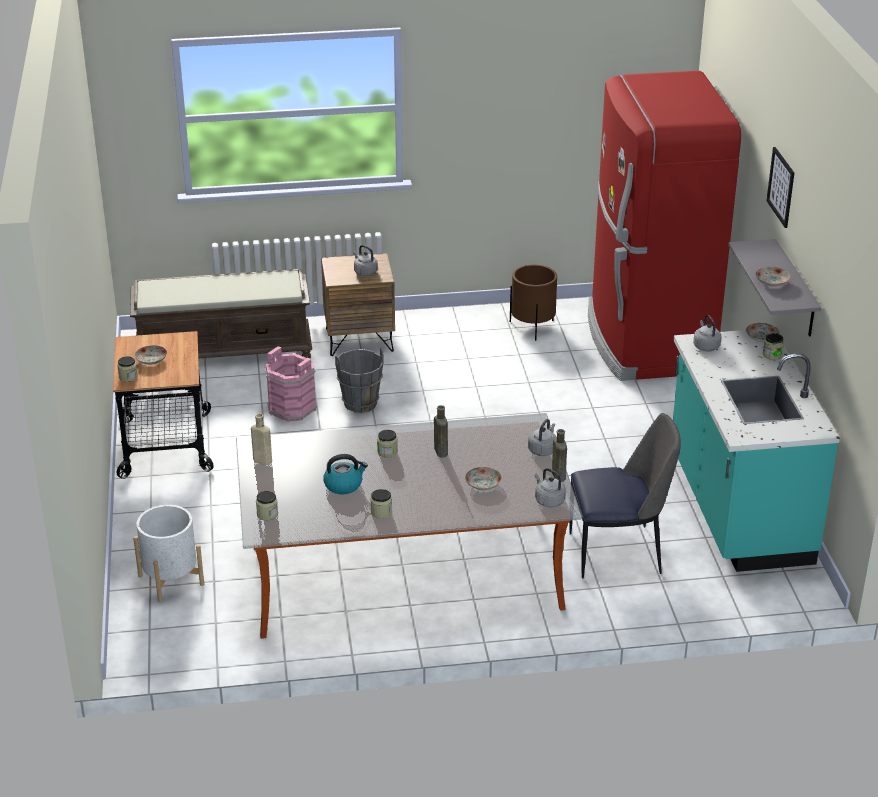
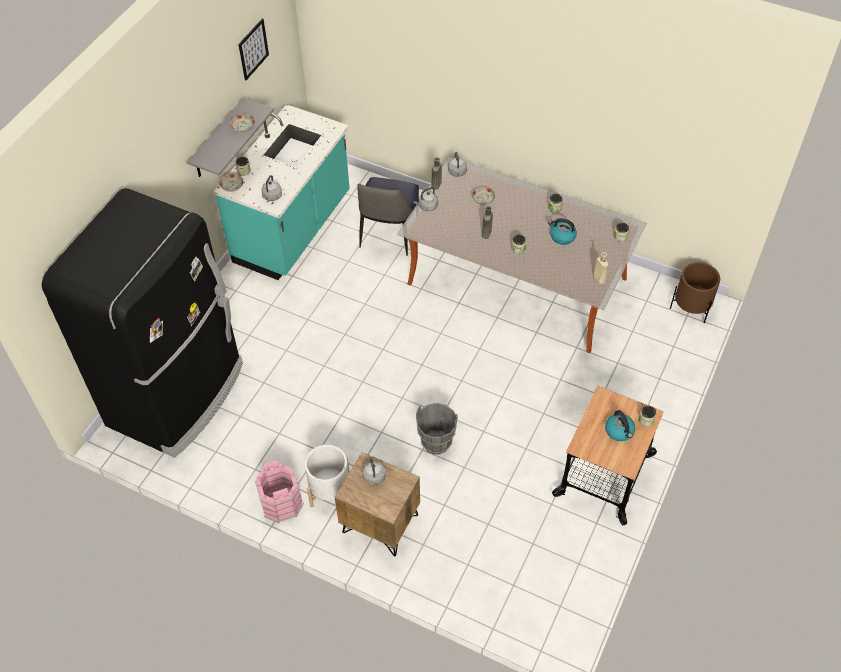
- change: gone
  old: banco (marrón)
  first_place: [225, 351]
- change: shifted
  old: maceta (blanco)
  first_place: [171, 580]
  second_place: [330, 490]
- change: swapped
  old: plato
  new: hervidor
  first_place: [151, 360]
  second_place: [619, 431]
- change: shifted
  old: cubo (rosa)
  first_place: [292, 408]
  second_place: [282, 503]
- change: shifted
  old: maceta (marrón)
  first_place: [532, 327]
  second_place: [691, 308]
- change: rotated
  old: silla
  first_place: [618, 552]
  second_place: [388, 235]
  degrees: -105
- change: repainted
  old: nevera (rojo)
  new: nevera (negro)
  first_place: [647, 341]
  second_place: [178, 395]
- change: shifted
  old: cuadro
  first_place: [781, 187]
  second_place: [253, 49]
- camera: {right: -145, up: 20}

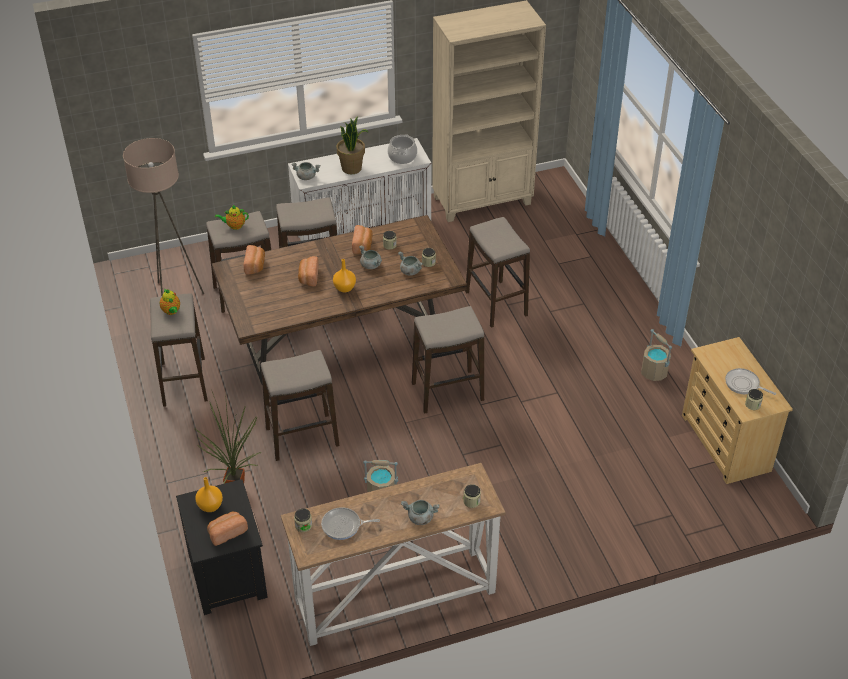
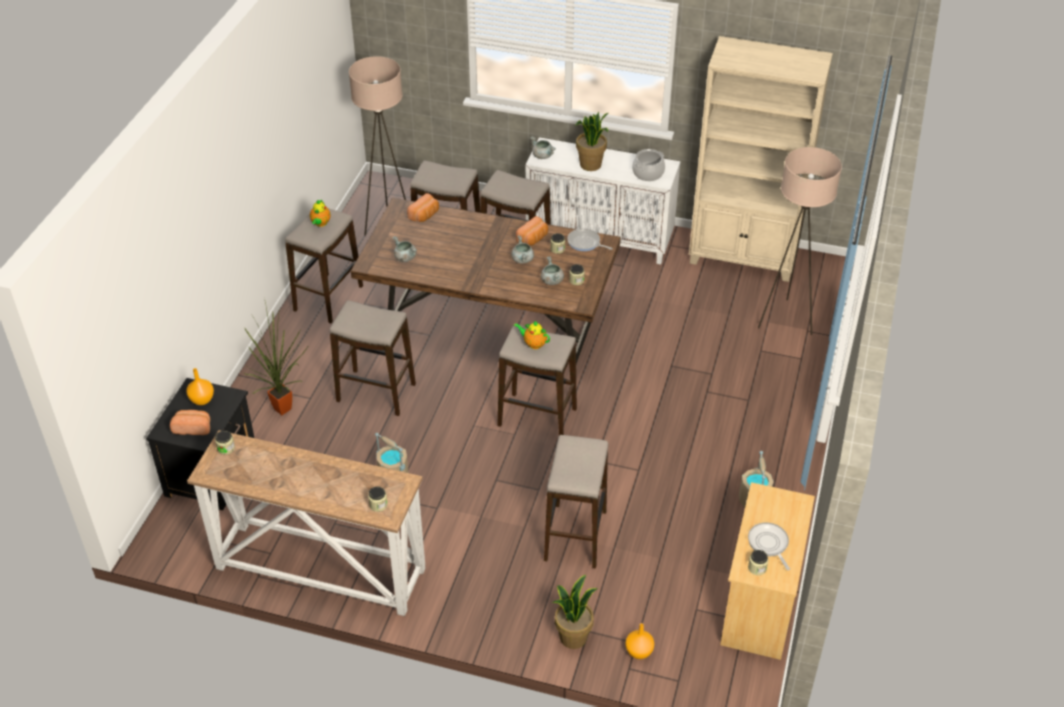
- change: shifted
  old: tetera
  first_place: [234, 226]
  second_place: [533, 344]
- change: gone
  old: pan
  first_place: [308, 277]
- change: shifted
  old: sartén
  first_place: [343, 526]
  second_place: [585, 243]
- change: shifted
  old: florero (naranja)
  first_place: [345, 288]
  second_place: [639, 651]
- change: shifted
  old: olla (gris)
  first_place: [420, 518]
  second_place: [405, 257]
- change: shifted
  old: taburete
  first_place: [496, 304]
  second_place: [575, 535]
- change: new
  new: planta en maceta
  second_place: [573, 637]
- change: new
  new: lámpara de pie (beis)
  second_place: [785, 320]
- camera: {right: 35, up: 0}

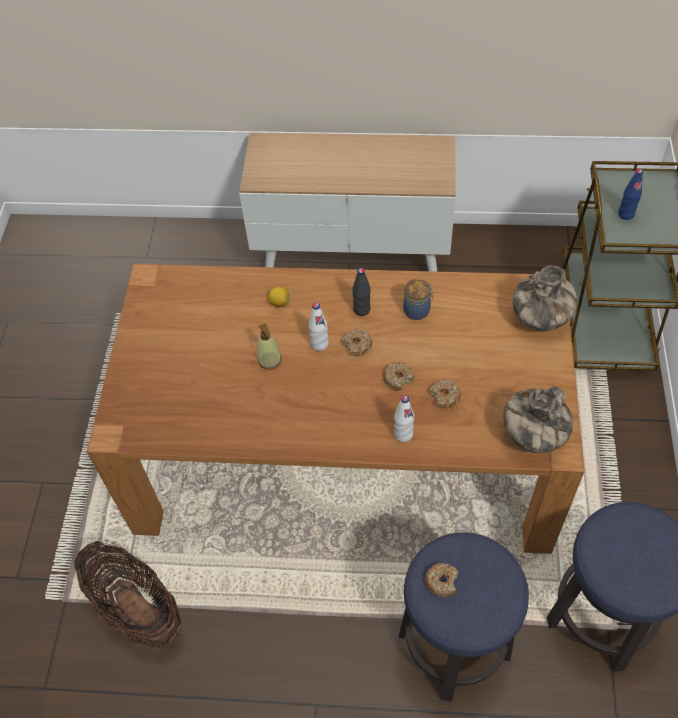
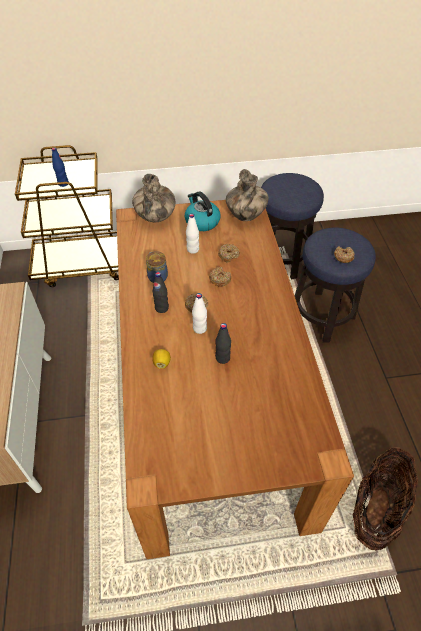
- change: swapped
  old: dispensador de jabón
  new: botella (negro)
  first_place: [270, 360]
  second_place: [222, 358]
- change: shifted
  old: botella (blanco)
  first_place: [403, 434]
  second_place: [193, 249]
- change: new
  new: hervidor
  second_place: [201, 221]
- camera: {right: -105, up: -5}

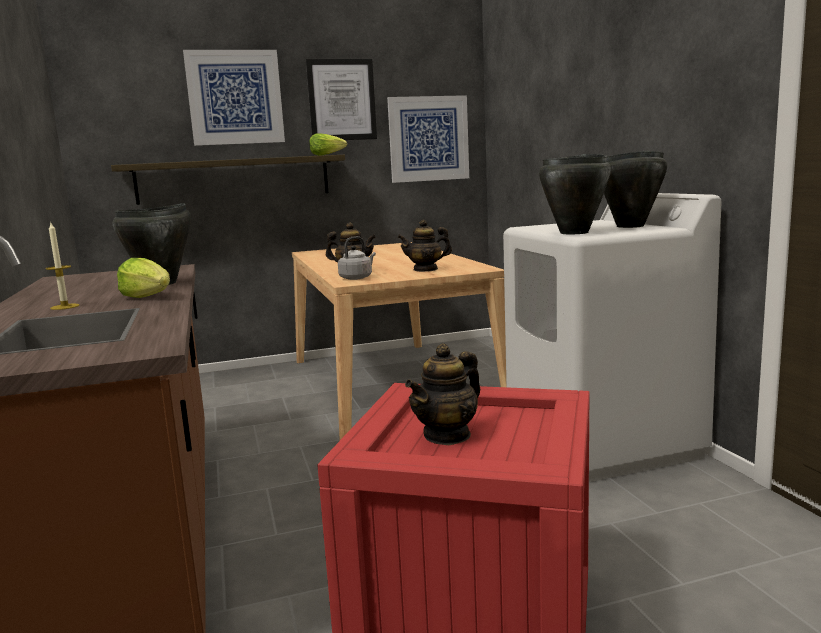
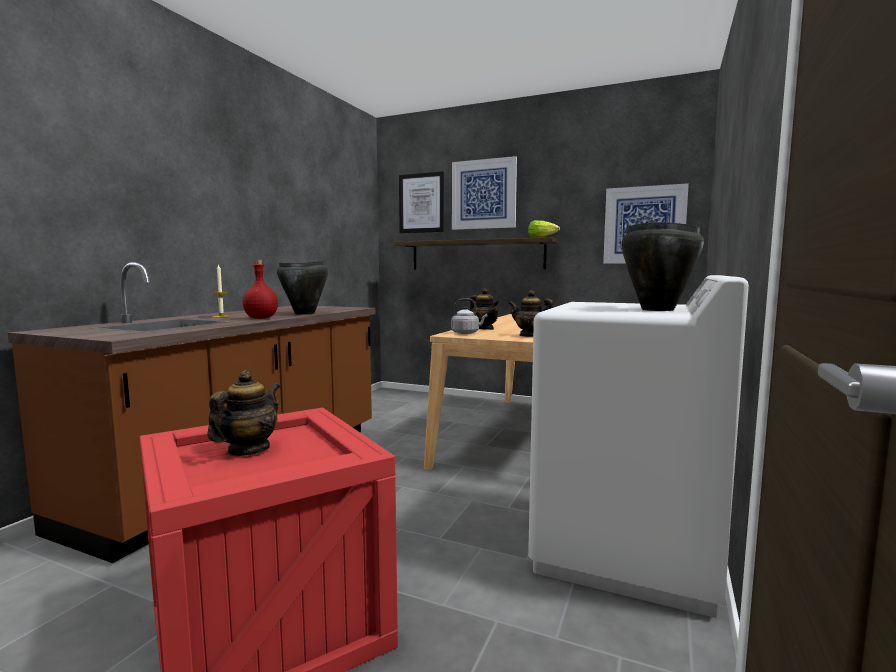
- change: swapped
  old: lechuga
  new: botella (rojo)
  first_place: [149, 297]
  second_place: [261, 318]
- change: shifted
  old: cuadro
  first_place: [342, 100]
  second_place: [421, 203]
- change: rotated
  old: tetera
  first_place: [447, 435]
  second_place: [248, 450]
  degrees: 120
- change: gone
  old: olla (negro)
  first_place: [575, 232]
- camera: {right: 40, up: -5}

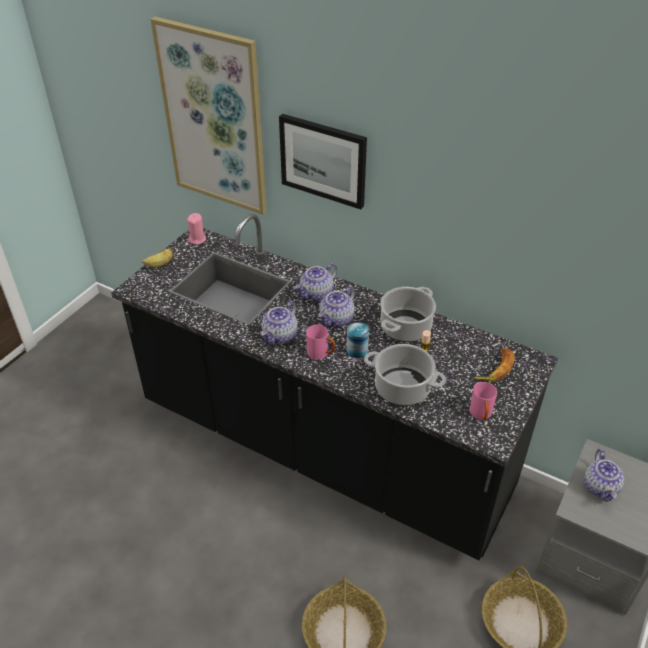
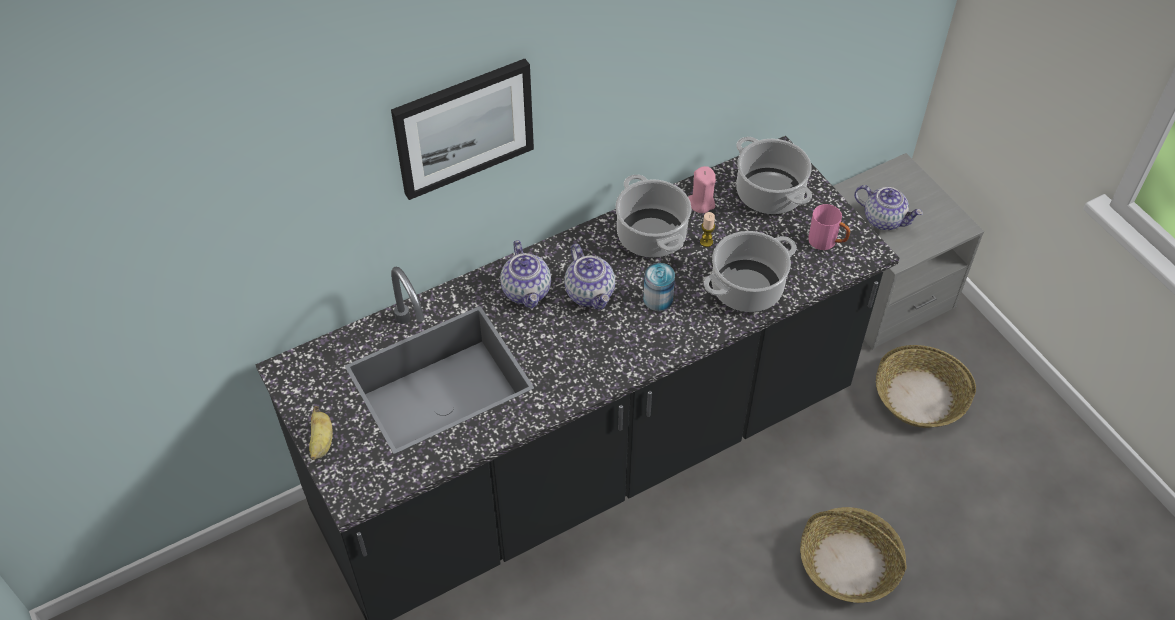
- change: gone
  old: cuadro
  first_place: [214, 118]
- change: shifted
  old: vela (rosa)
  first_place: [197, 239]
  second_place: [701, 203]
- change: gone
  old: tetera
  first_place: [280, 336]
- change: gone
  old: taza grande (rosa)
  first_place: [321, 354]
- change: swapped
  old: plátano
  new: olla
  first_place: [495, 368]
  second_place: [768, 193]
- camera: {right: -60, up: 10}

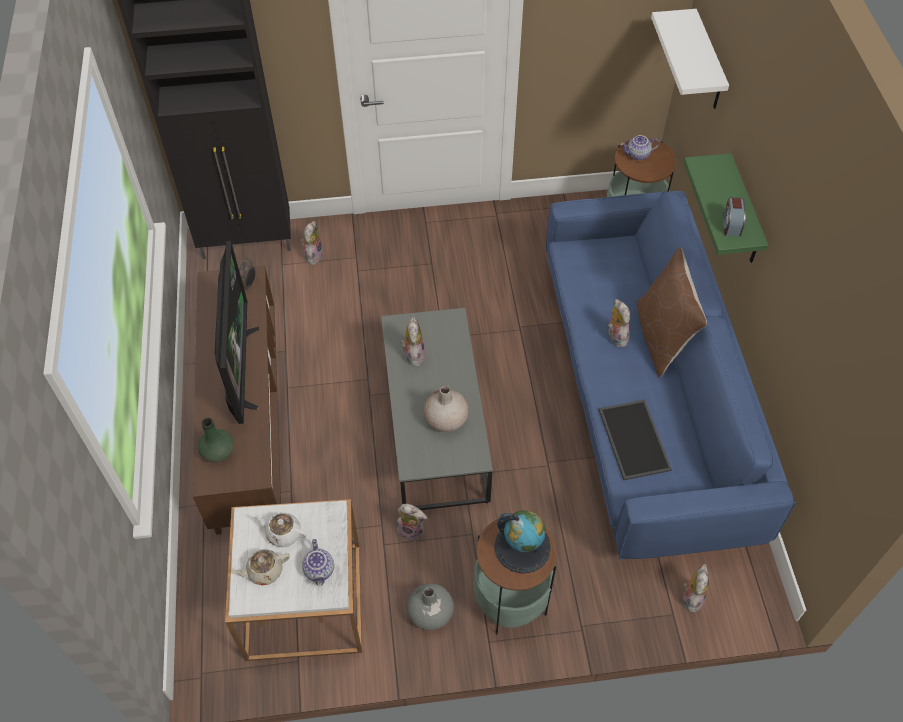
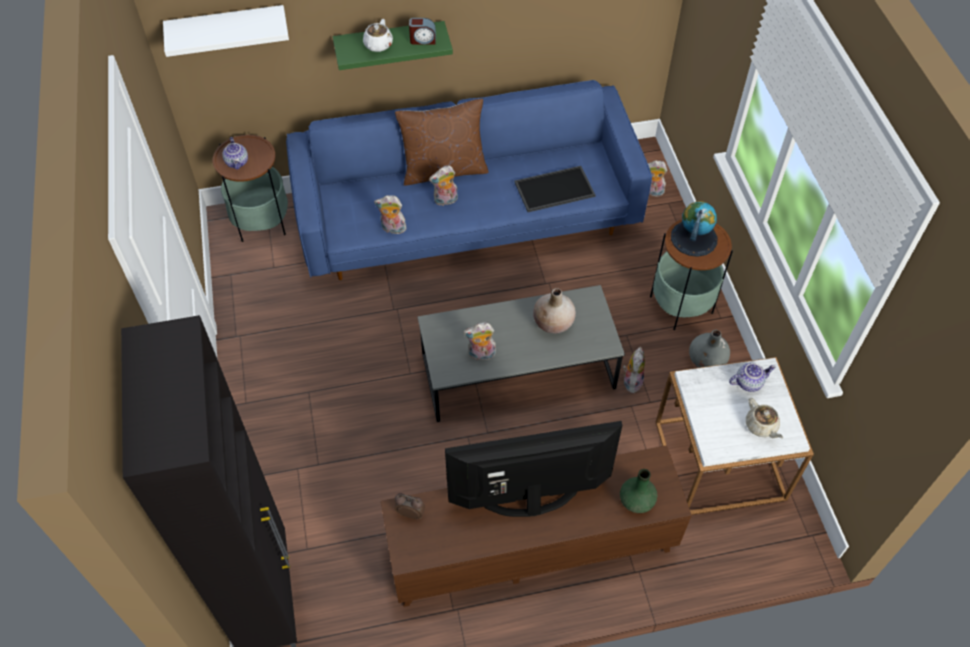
- change: shifted
  old: tetera (blanco)
  first_place: [283, 533]
  second_place: [378, 45]
- change: shifted
  old: peluche
  first_place: [313, 255]
  second_place: [392, 229]
- camera: {right: -95, up: 0}

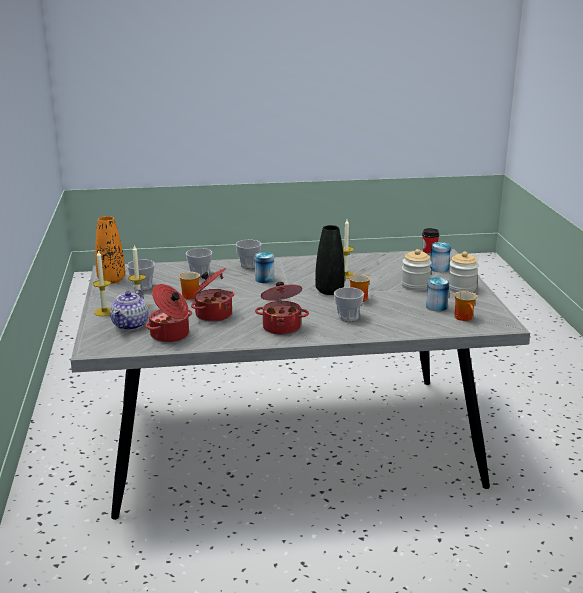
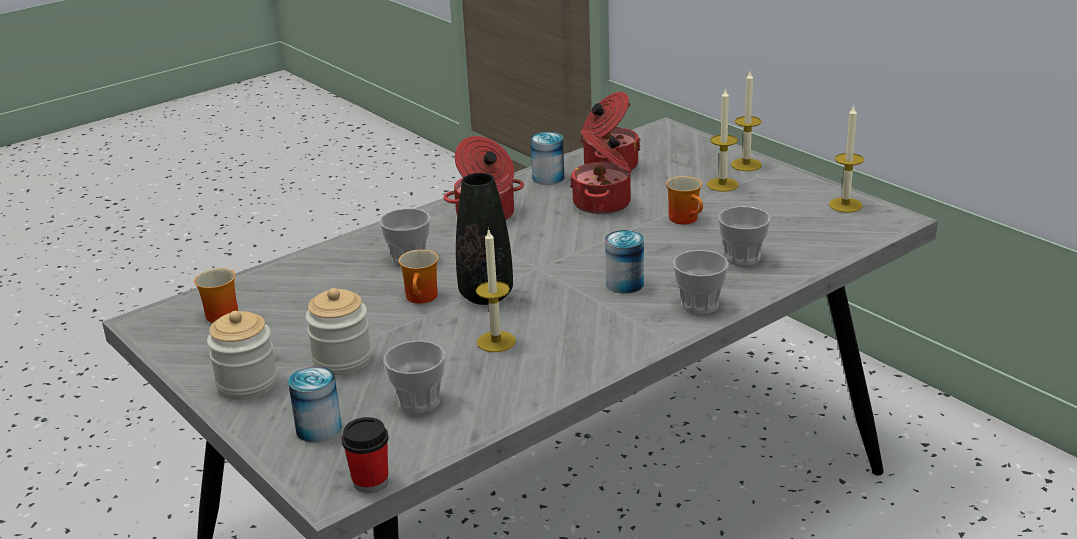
- change: swapped
  old: florero (naranja)
  new: vela
  first_place: [111, 280]
  second_place: [845, 205]
- change: gone
  old: tetera
  first_place: [131, 325]
- change: shifted
  old: taza
  first_place: [142, 287]
  second_place: [418, 402]
- change: shifted
  old: lata
  first_place: [436, 307]
  second_place: [548, 178]
- camera: {right: 150, up: 5}

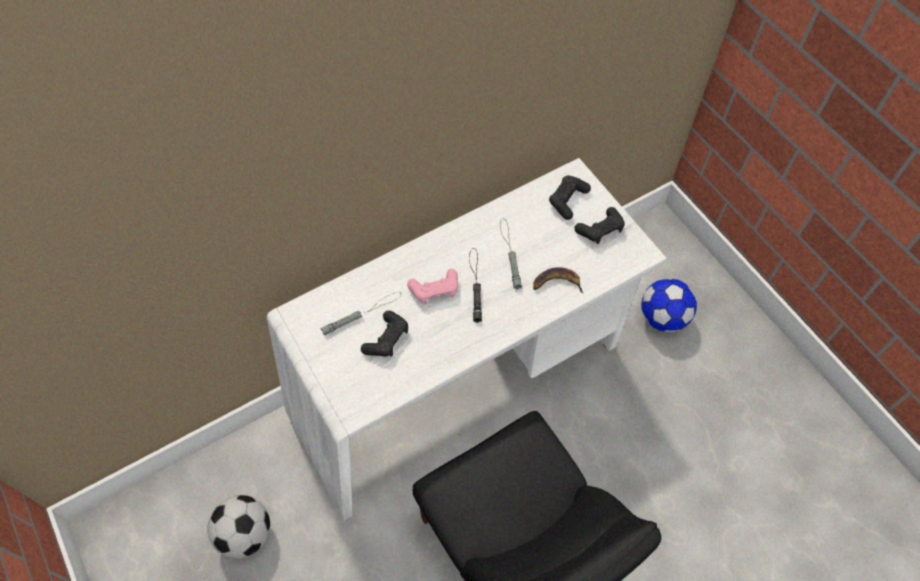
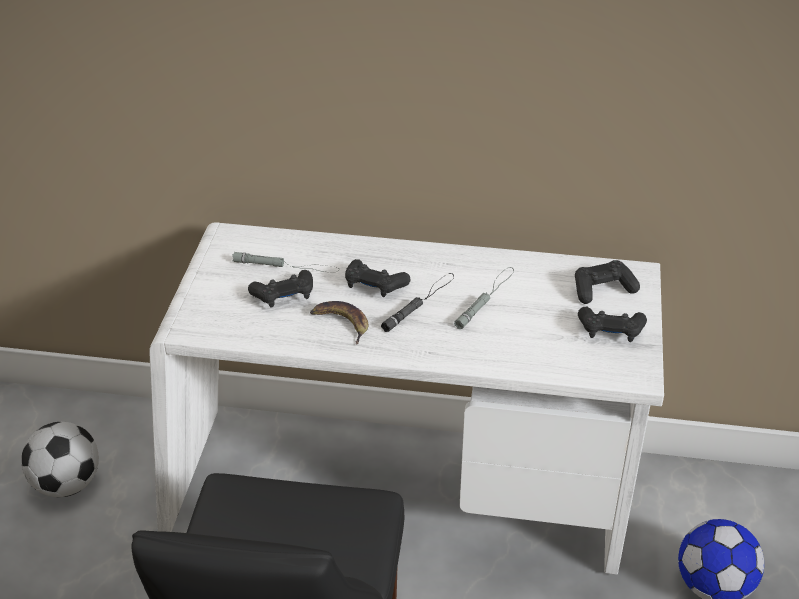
- change: repainted
  old: mando de consola (rosa)
  new: mando de consola (negro)
  first_place: [435, 290]
  second_place: [374, 285]
- change: shifted
  old: plátano
  first_place: [556, 283]
  second_place: [341, 323]
- camera: {right: 40, up: -20}

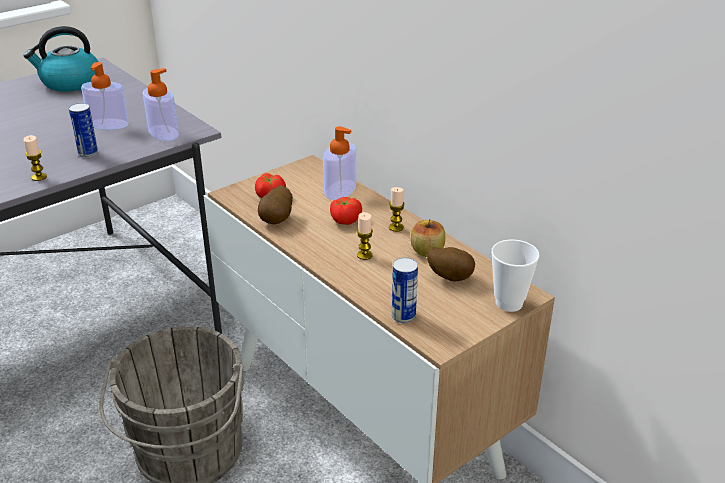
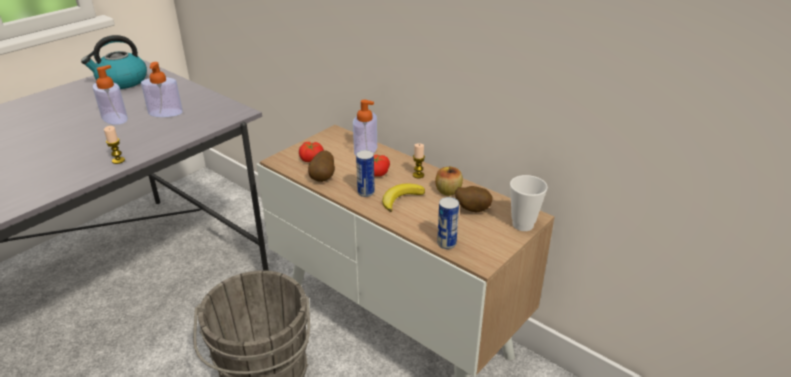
- change: shifted
  old: lata
  first_place: [88, 153]
  second_place: [366, 192]
- change: shifted
  old: dispensador de jabón
  first_place: [163, 133]
  second_place: [114, 118]
- change: swapped
  old: vela
  new: plátano
  first_place: [364, 255]
  second_place: [401, 199]
- camera: {right: -10, up: 0}

